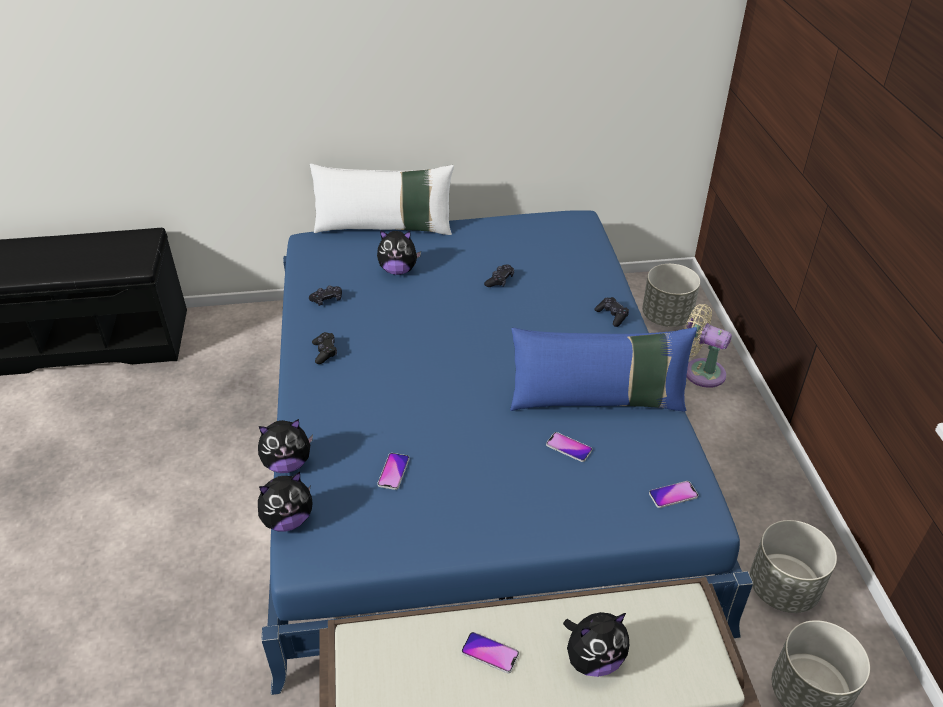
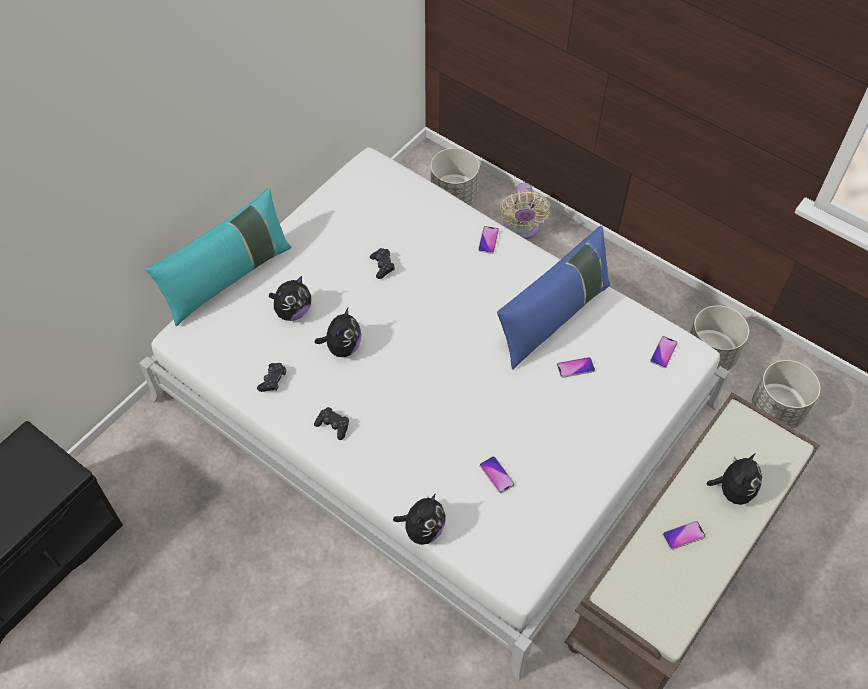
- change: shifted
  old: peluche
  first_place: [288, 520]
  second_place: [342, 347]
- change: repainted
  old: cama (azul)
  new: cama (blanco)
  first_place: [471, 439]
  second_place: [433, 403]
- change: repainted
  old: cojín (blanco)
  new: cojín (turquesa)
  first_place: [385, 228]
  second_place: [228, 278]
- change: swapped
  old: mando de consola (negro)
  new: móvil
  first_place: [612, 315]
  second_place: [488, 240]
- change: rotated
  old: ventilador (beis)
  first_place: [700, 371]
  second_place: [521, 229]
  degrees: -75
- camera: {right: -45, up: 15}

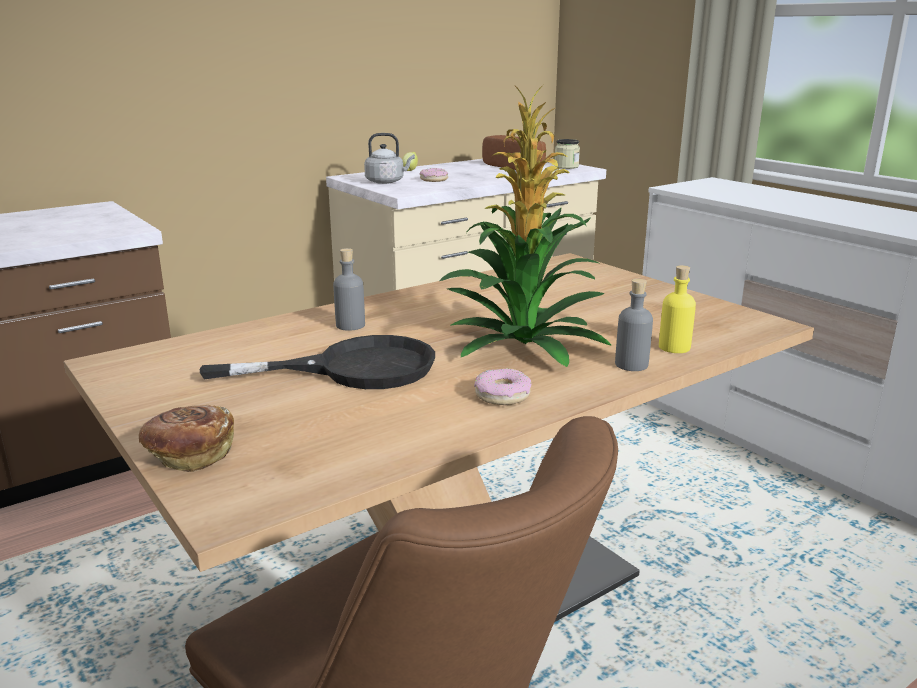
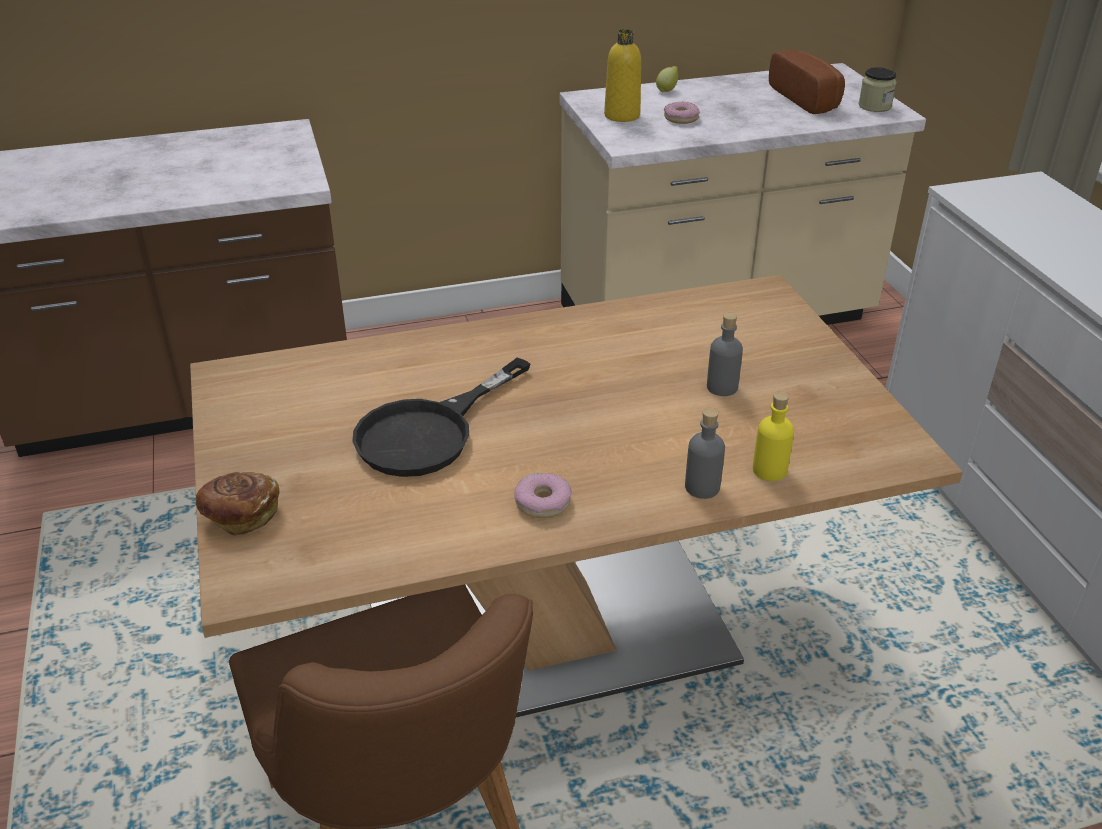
- change: rotated
  old: sartén (negro)
  first_place: [354, 369]
  second_place: [429, 432]
  degrees: 120
- change: shifted
  old: botella (gris)
  first_place: [350, 325]
  second_place: [722, 387]
- change: swapped
  old: hervidor (gris)
  new: botella (amarillo)
  first_place: [387, 182]
  second_place: [622, 116]
- change: gone
  old: planta en maceta
  first_place: [522, 344]
- camera: {right: 20, up: 15}

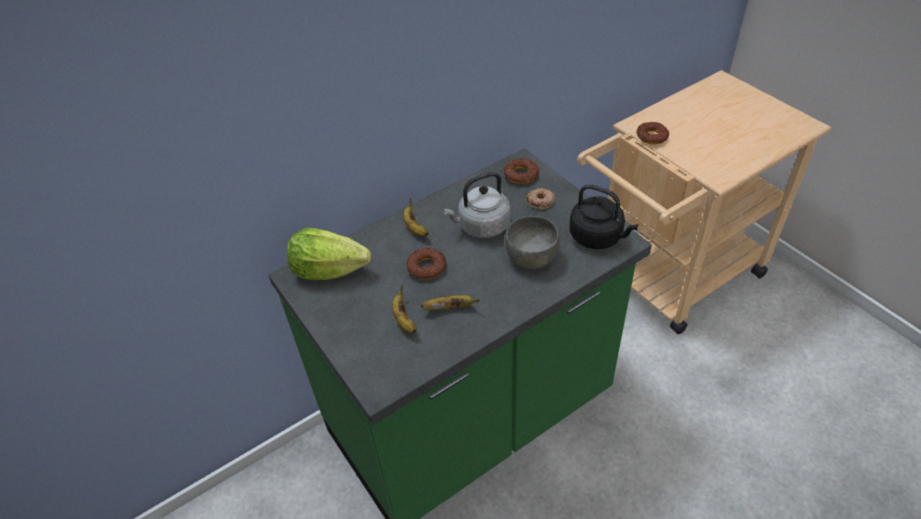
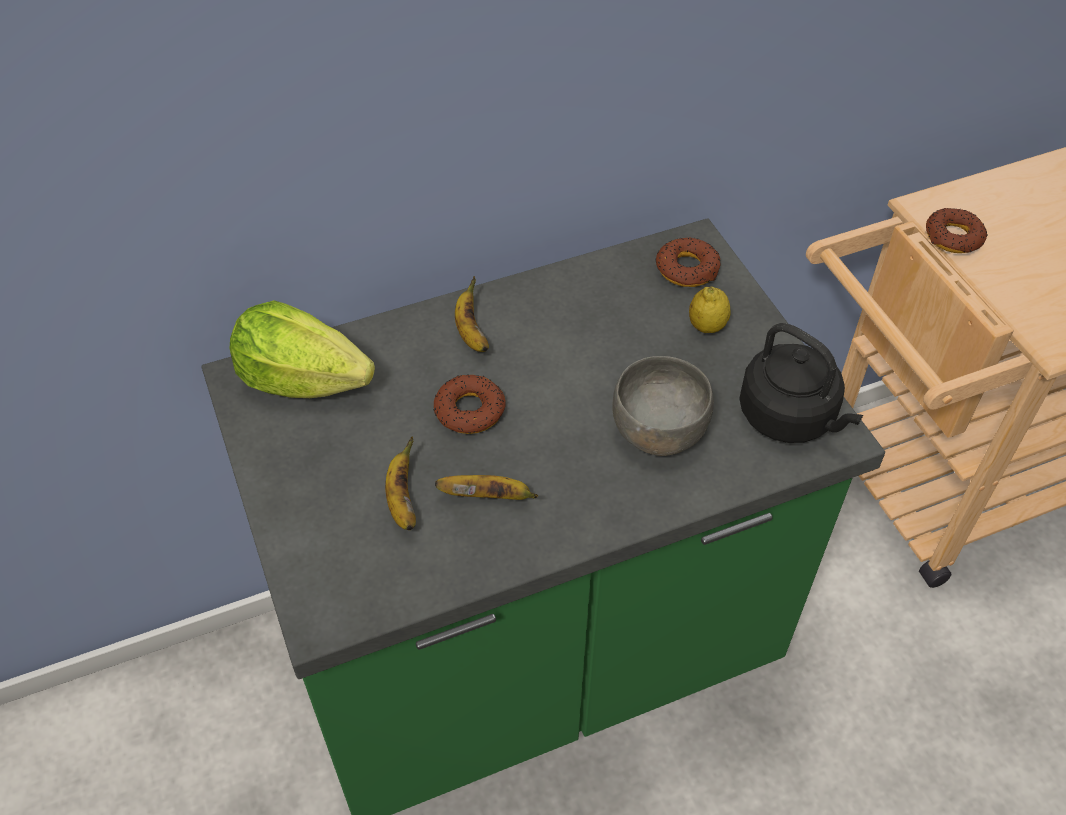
- change: gone
  old: hervidor (gris)
  first_place: [481, 227]
- change: swapped
  old: rosquilla
  new: limón
  first_place: [540, 201]
  second_place: [707, 326]
- camera: {right: 10, up: 5}

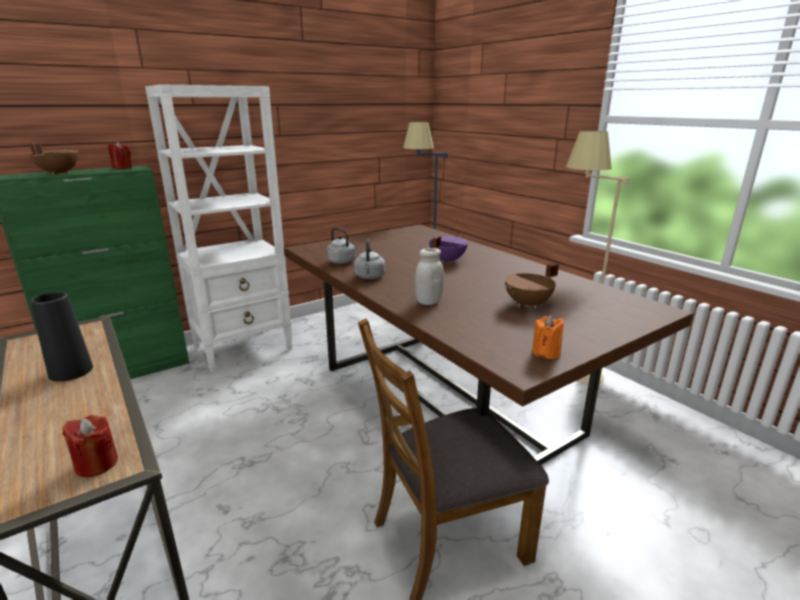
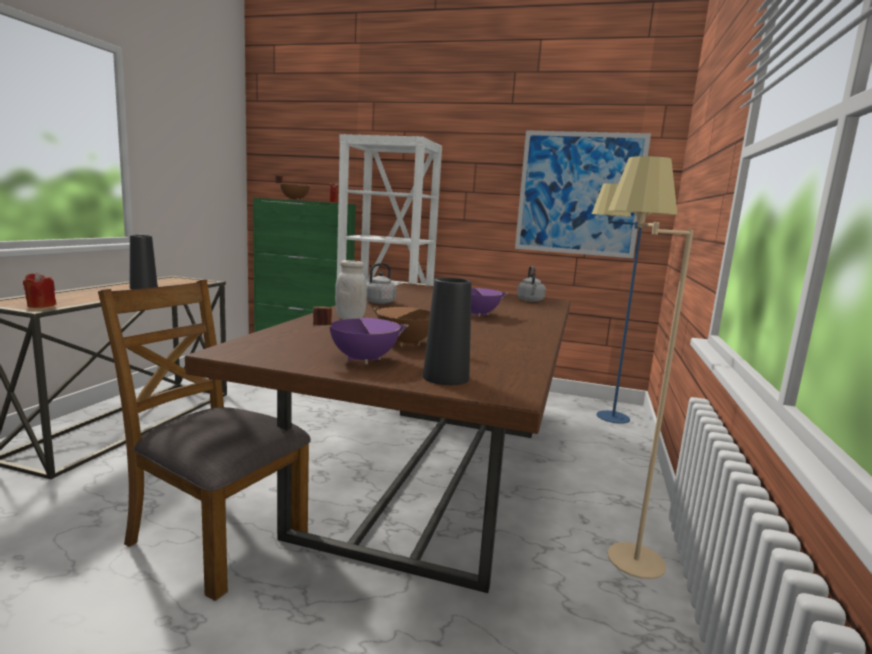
- change: shifted
  old: hervidor (gris)
  first_place: [343, 262]
  second_place: [530, 301]
- change: gone
  old: vela (naranja)
  first_place: [546, 352]
- change: new
  new: olla (morado)
  second_place: [363, 359]
- change: new
  new: florero (negro)
  second_place: [446, 377]
- change: new
  new: cuadro
  second_place: [579, 194]
- camera: {right: 50, up: -10}

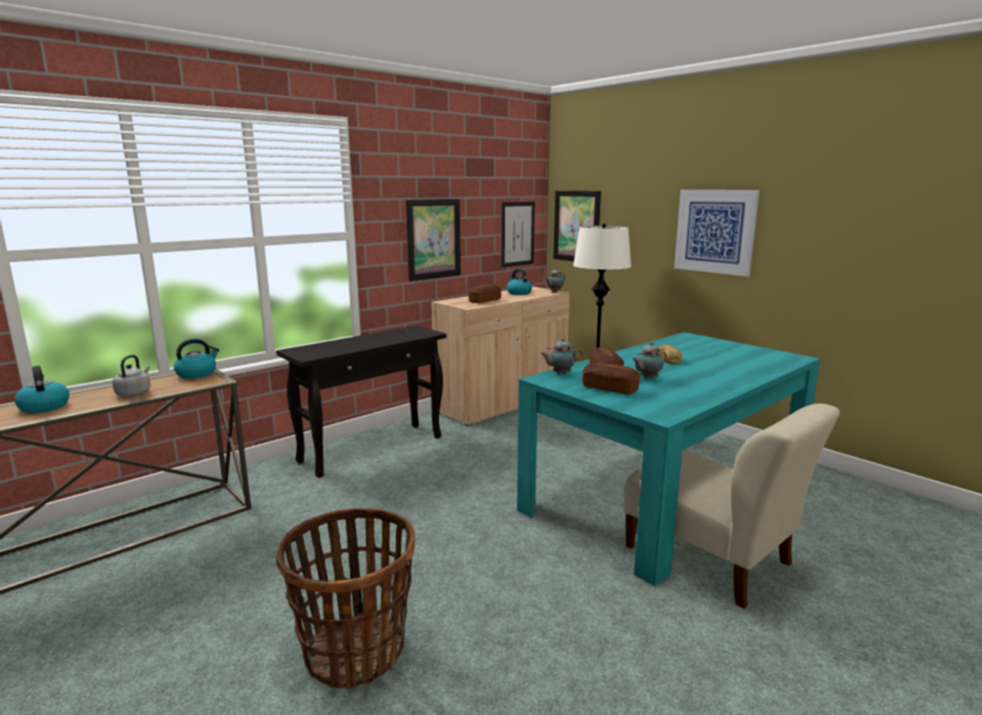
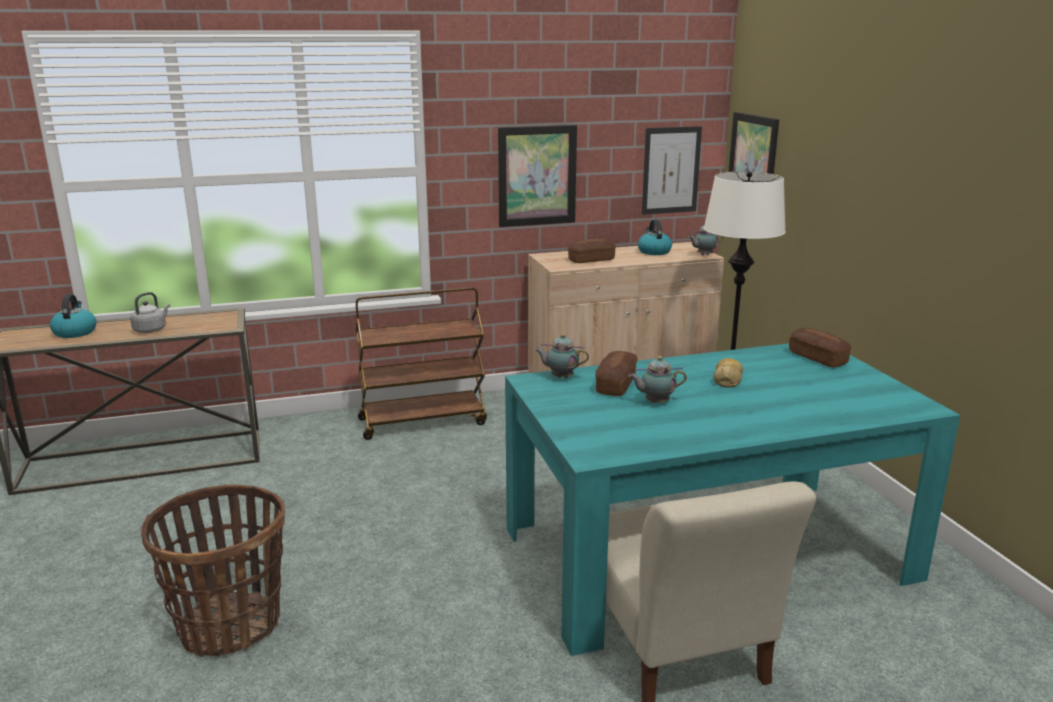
- change: gone
  old: hervidor
  first_place: [197, 374]
- change: swapped
  old: mesa consola (negro)
  new: carrito (marrón)
  first_place: [372, 448]
  second_place: [423, 421]
- change: shifted
  old: pan
  first_place: [610, 389]
  second_place: [817, 358]
- change: gone
  old: cuadro
  first_place: [715, 231]
- camera: {right: 25, up: 5}

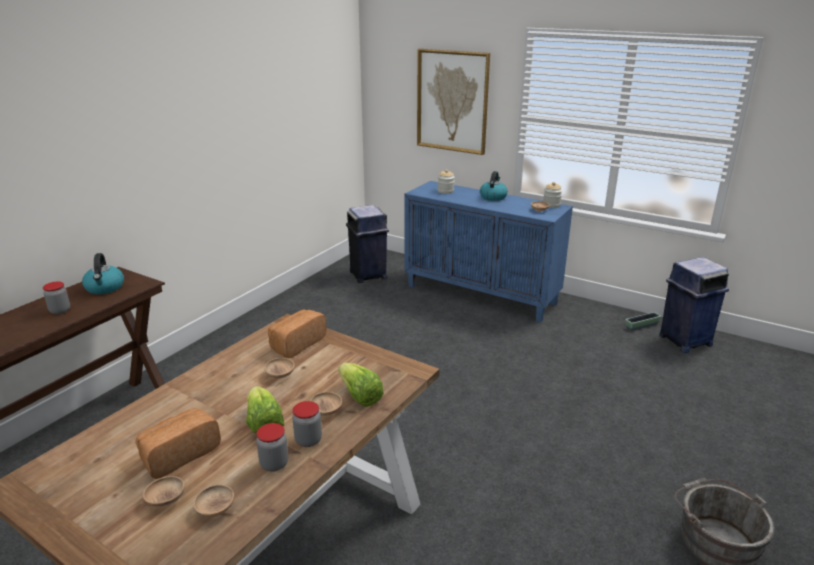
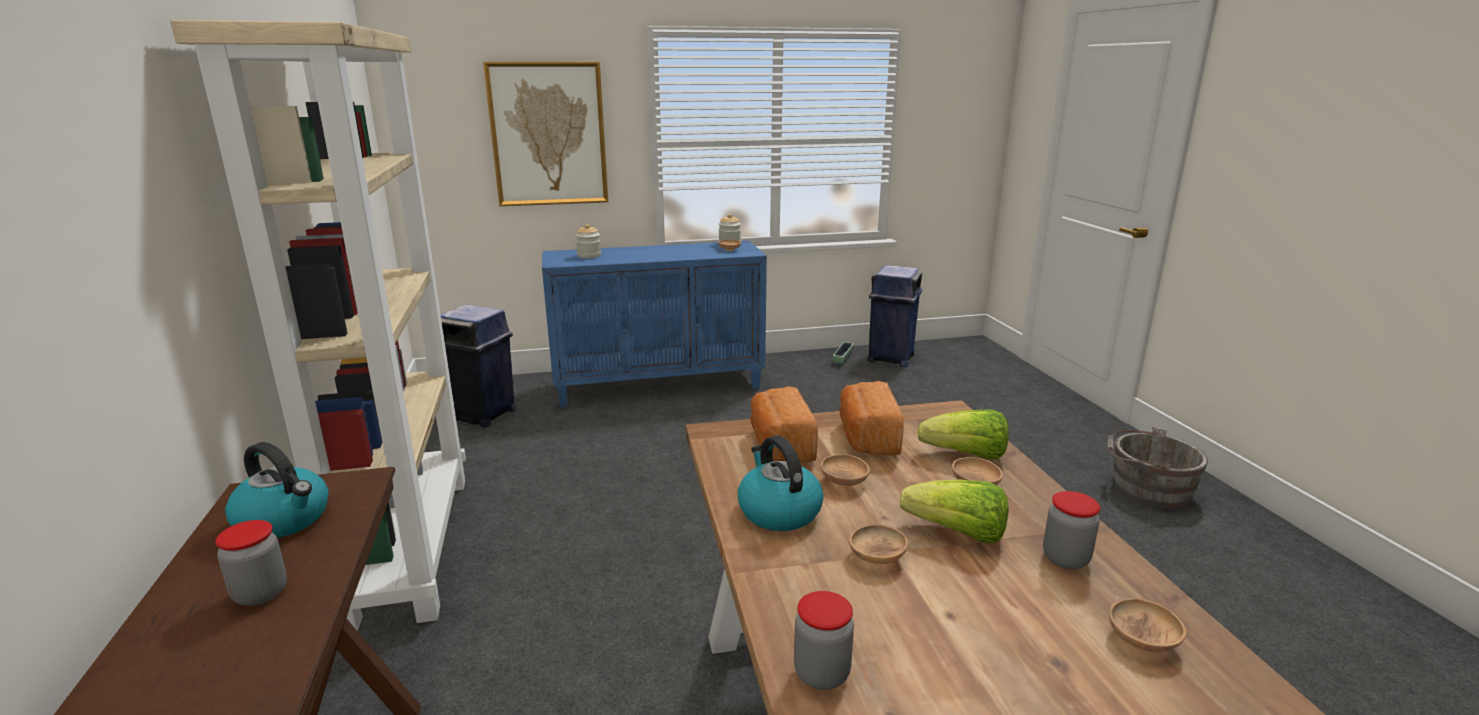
- change: shifted
  old: pan
  first_place: [179, 454]
  second_place: [867, 438]
- change: shifted
  old: cuenco (marrón)
  first_place: [166, 499]
  second_place: [877, 558]
- change: shifted
  old: tarro
  first_place: [308, 440]
  second_place: [821, 674]
- change: shifted
  old: hervidor
  first_place: [493, 197]
  second_place: [778, 511]
- change: new
  new: estantería (beis)
  second_place: [408, 545]
- camera: {right: -45, up: -5}

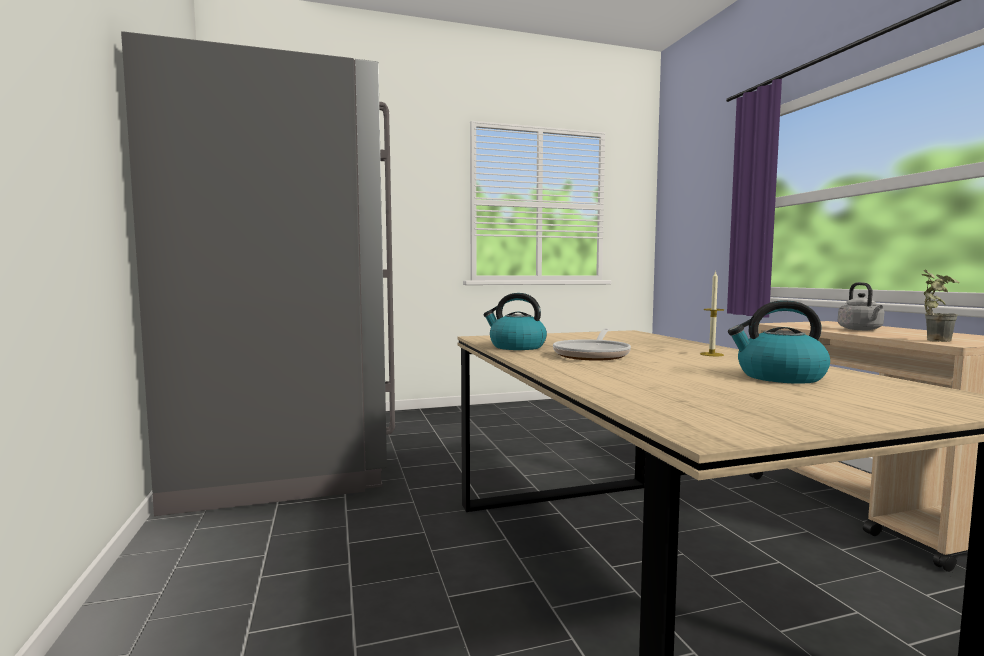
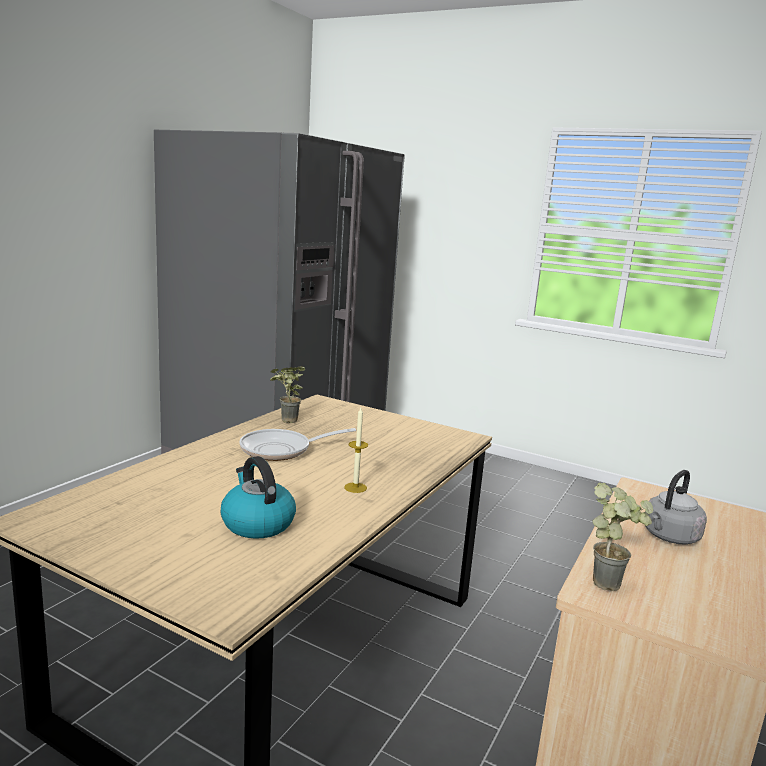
- change: swapped
  old: hervidor
  new: planta en maceta
  first_place: [516, 347]
  second_place: [285, 421]
- camera: {right: 45, up: 10}

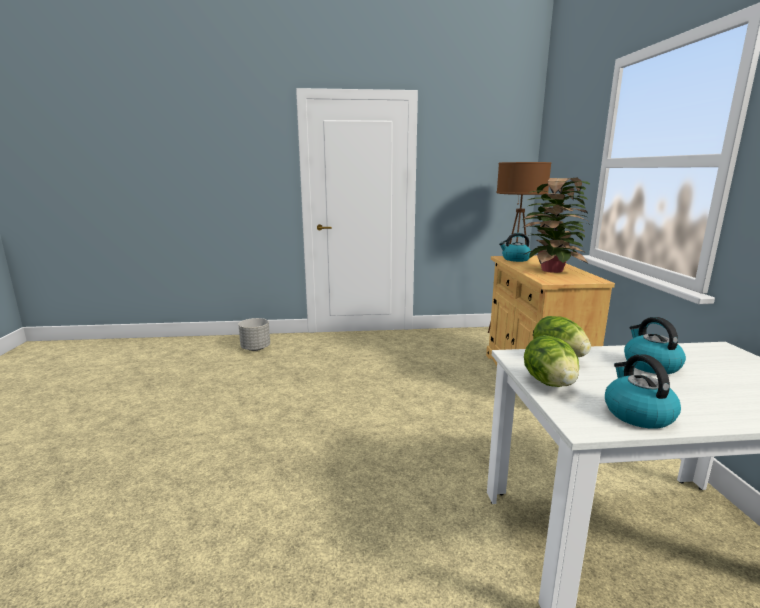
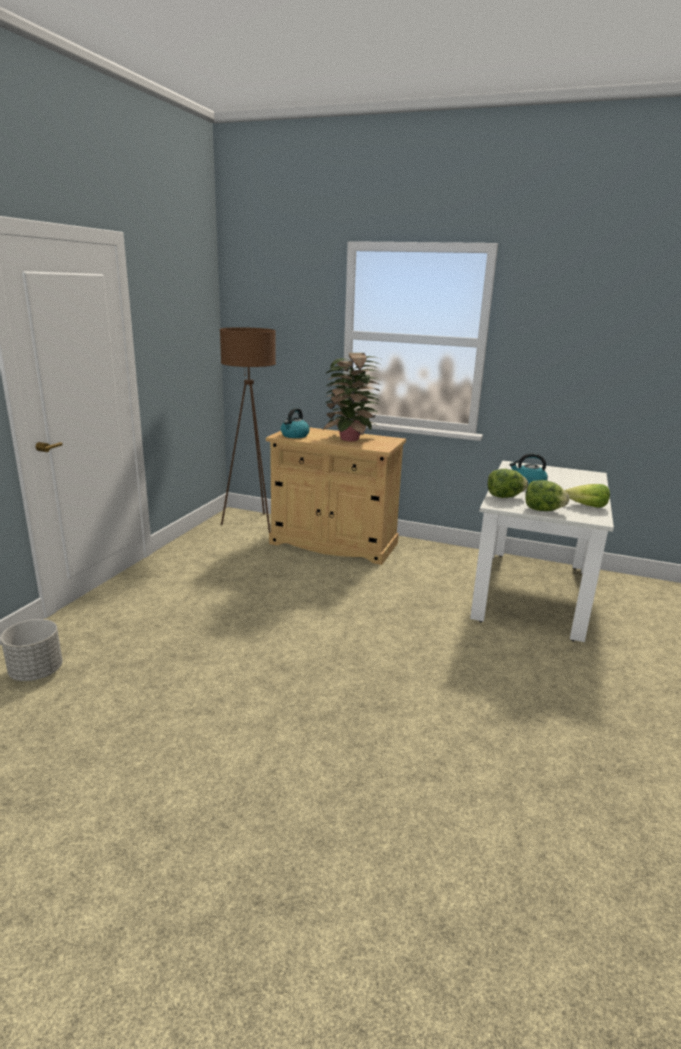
- change: swapped
  old: hervidor
  new: lechuga
  first_place: [637, 414]
  second_place: [587, 506]
- camera: {right: -65, up: 5}

